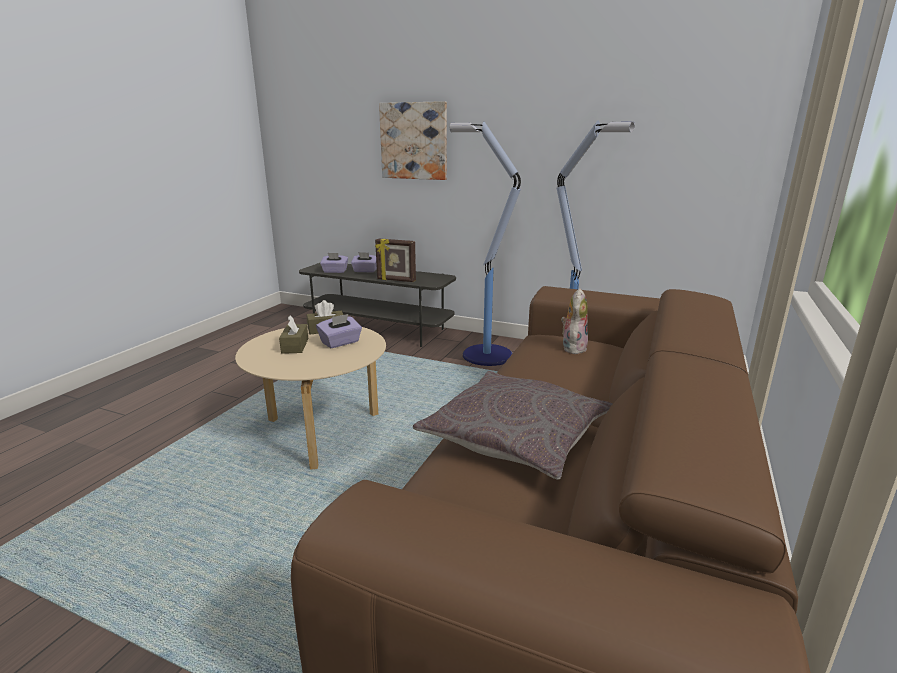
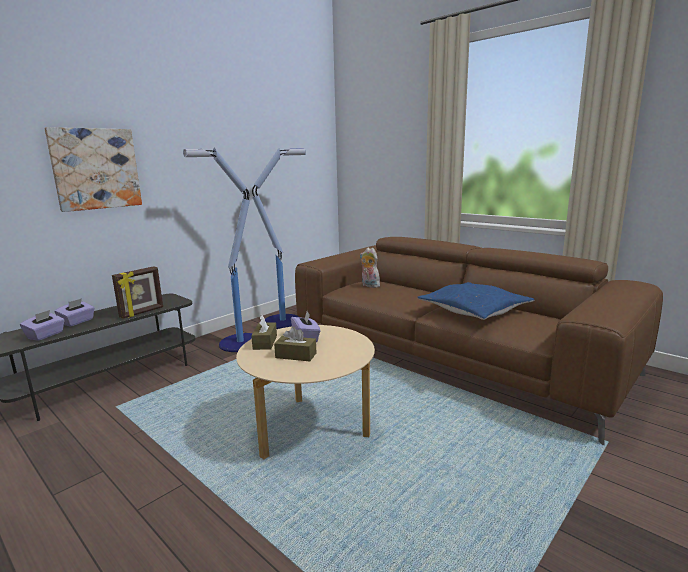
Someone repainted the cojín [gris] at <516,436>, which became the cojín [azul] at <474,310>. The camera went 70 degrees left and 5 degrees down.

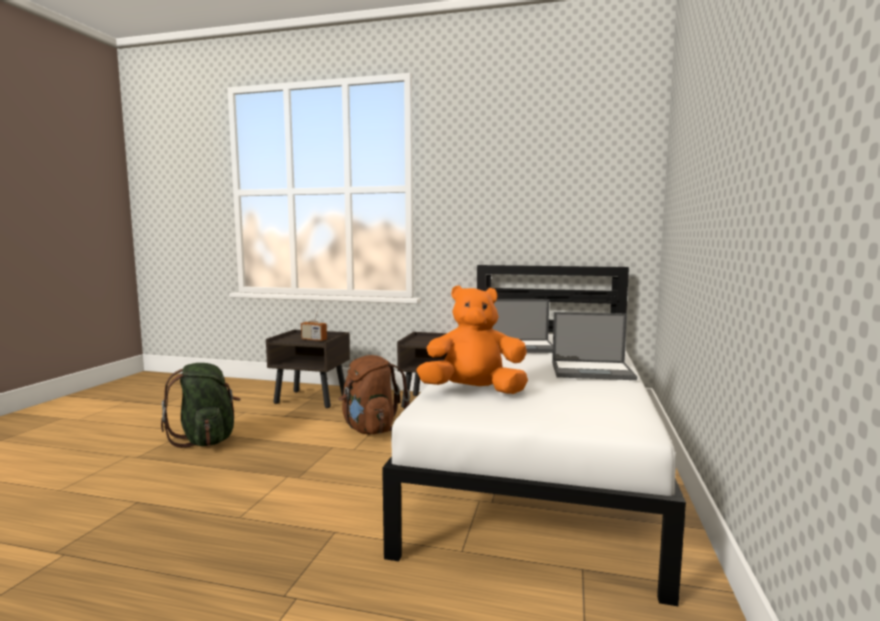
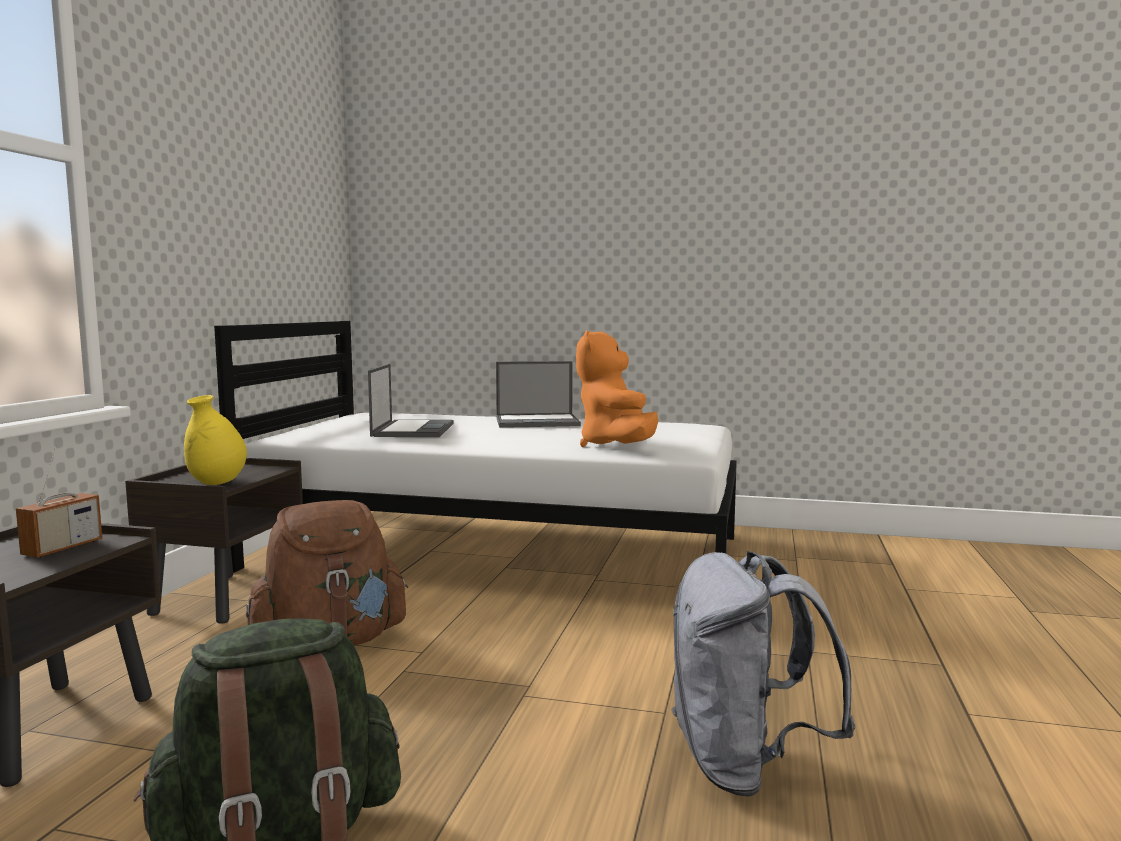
Someone put down the florero [amarillo] at <217,483>. Someone rotated the portátil at <593,371> by 75 degrees clockwise. Someone put down the mochila [gris] at <745,765>. The camera went 90 degrees left and 0 degrees up.

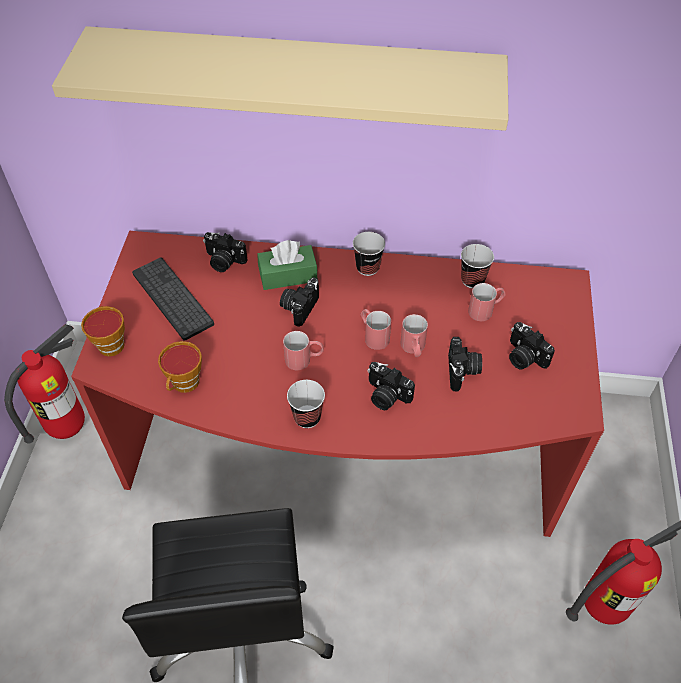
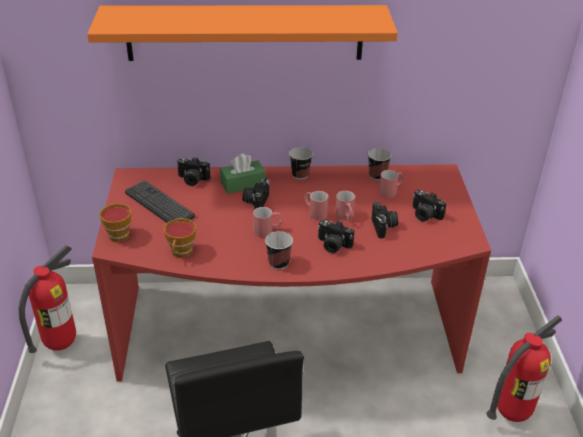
Someone repainted the estante [beis] at <294,78>, which became the estante [naranja] at <245,32>. The camera went 10 degrees left and 15 degrees down.

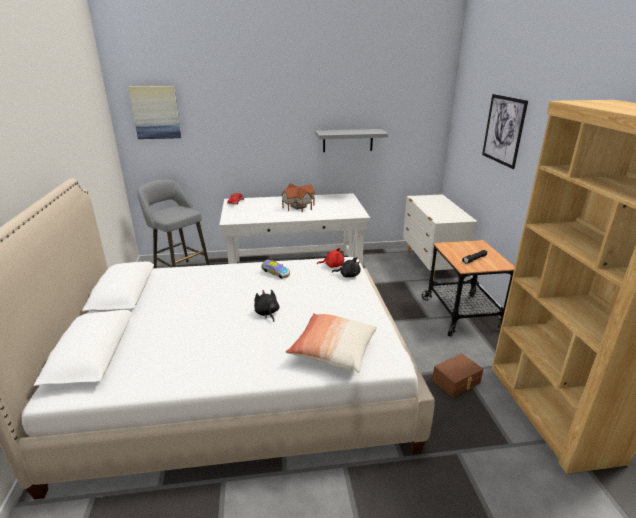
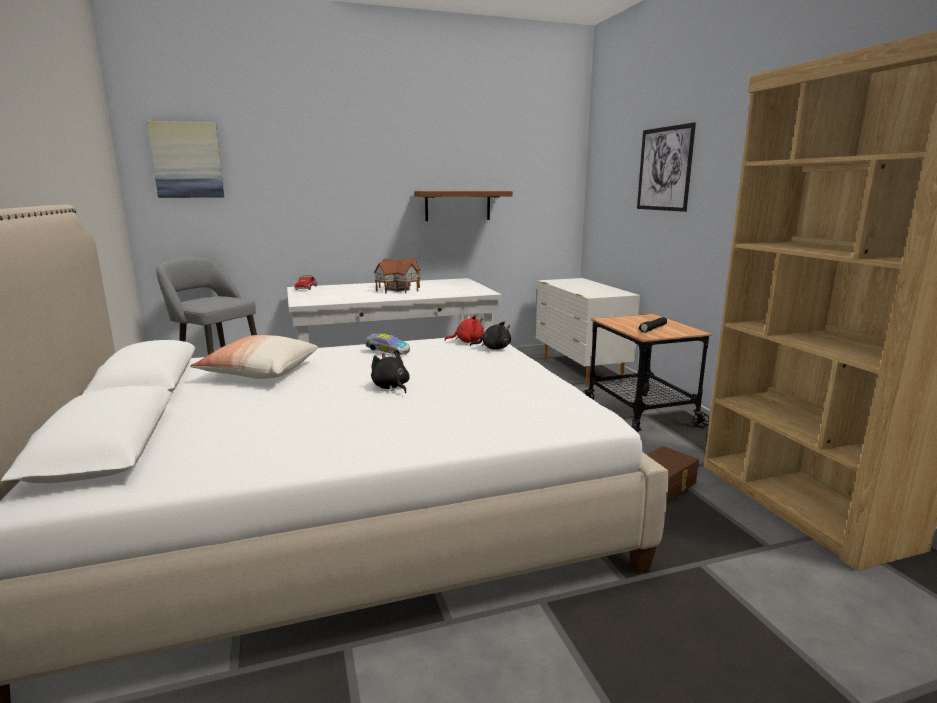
Someone carried the cojín from <333,351> to <260,373>. Someone repainted the estante [gris] at <348,140>, which became the estante [marrón] at <457,205>. The camera went 10 degrees left and 10 degrees down.

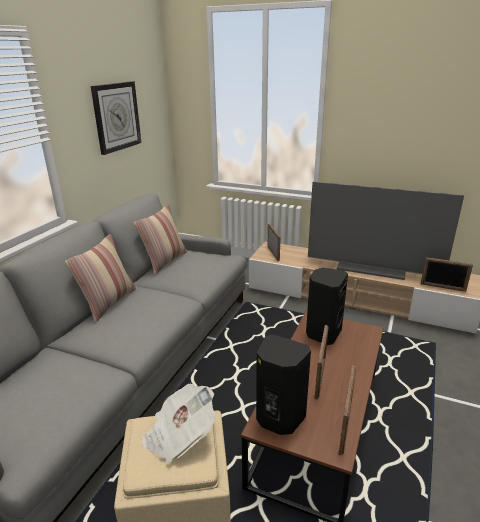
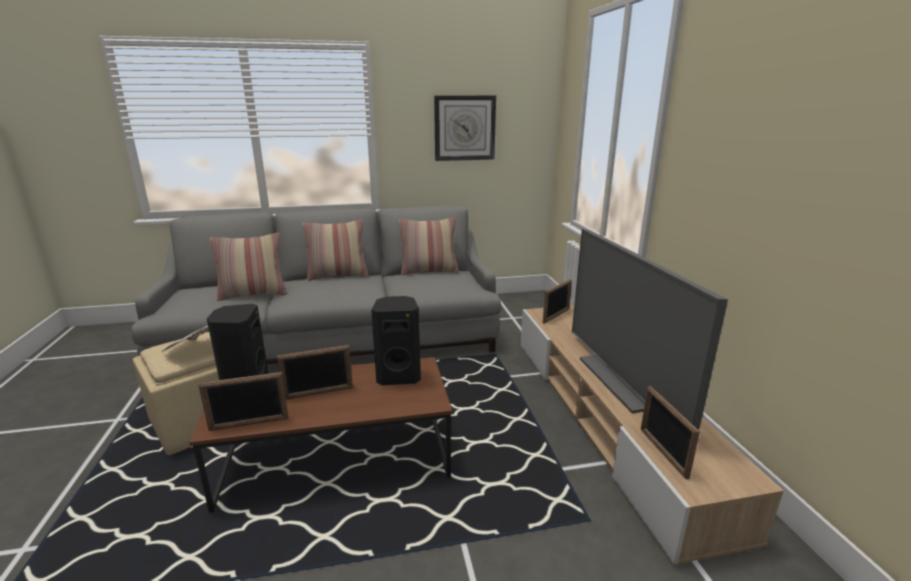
Someone put down the cojín at <253,294>. The camera went 55 degrees right and 5 degrees down.

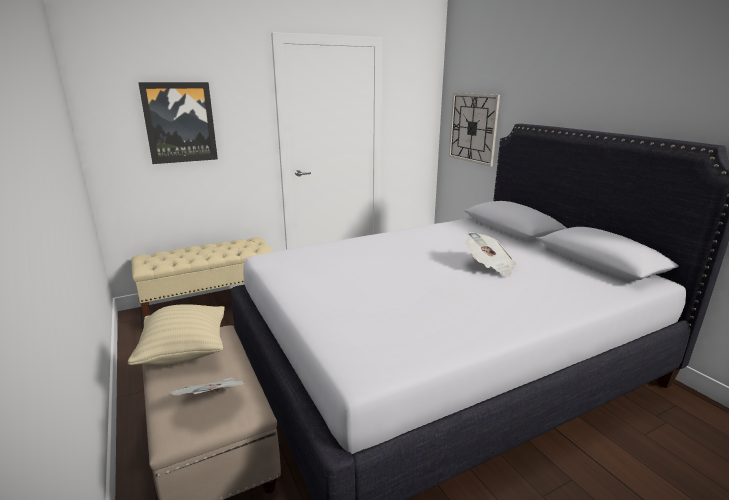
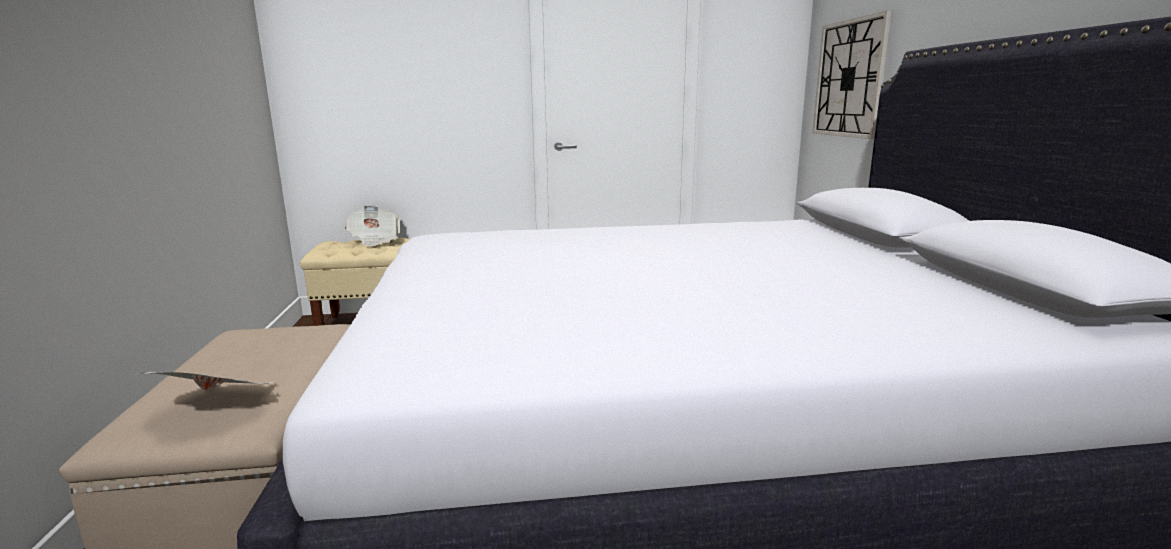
Someone carried the periódico from <489,266> to <374,240>. Someone took away the cojín [beis] at <184,352>. Someone took away the cuadro at <180,123>. The camera went 20 degrees right and 5 degrees down.

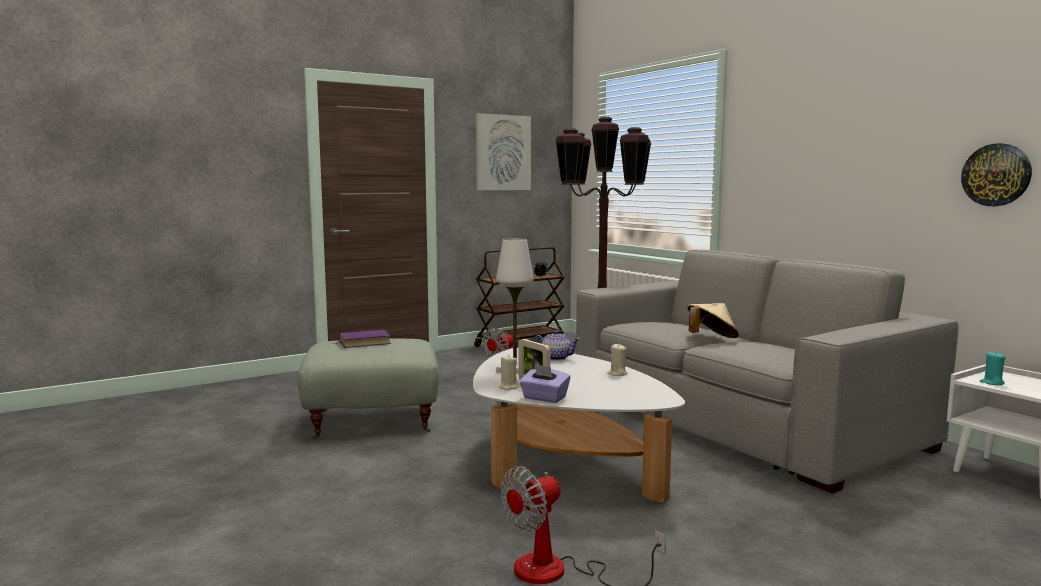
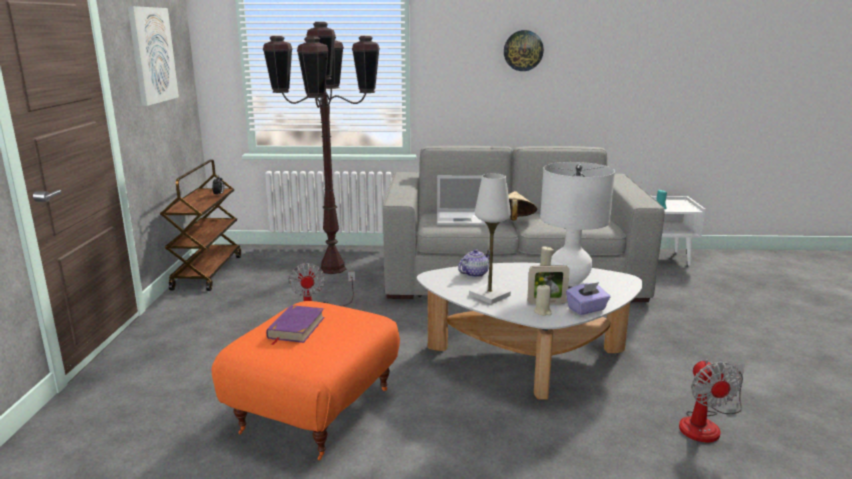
Someone repainted the puf [gris] at <373,421>, which became the puf [naranja] at <314,410>. Someone put down the portátil at <463,219>. Someone carried the reloj de pared from <996,175> to <523,50>. Someone put down the lámpara de mesa [blanco] at <569,286>. The camera went 55 degrees left and 10 degrees up.

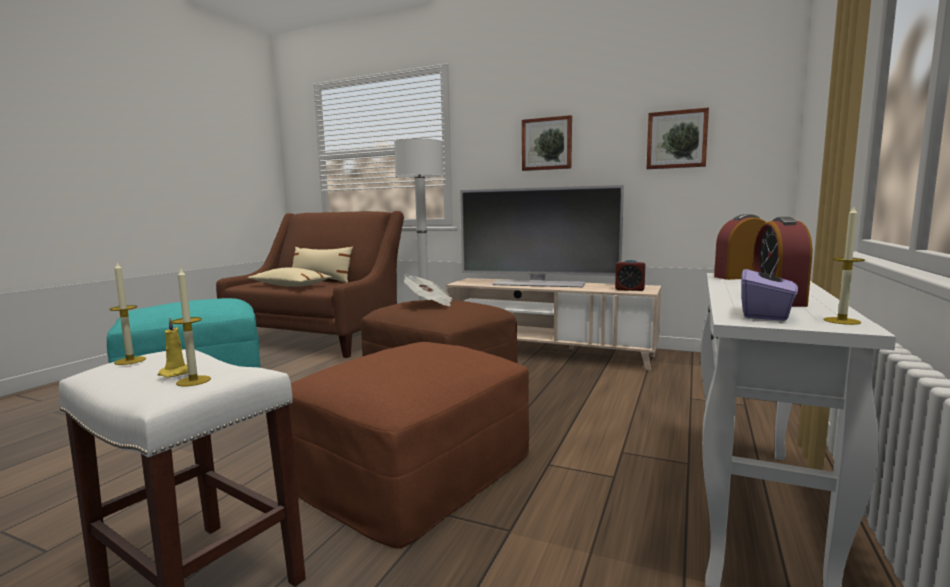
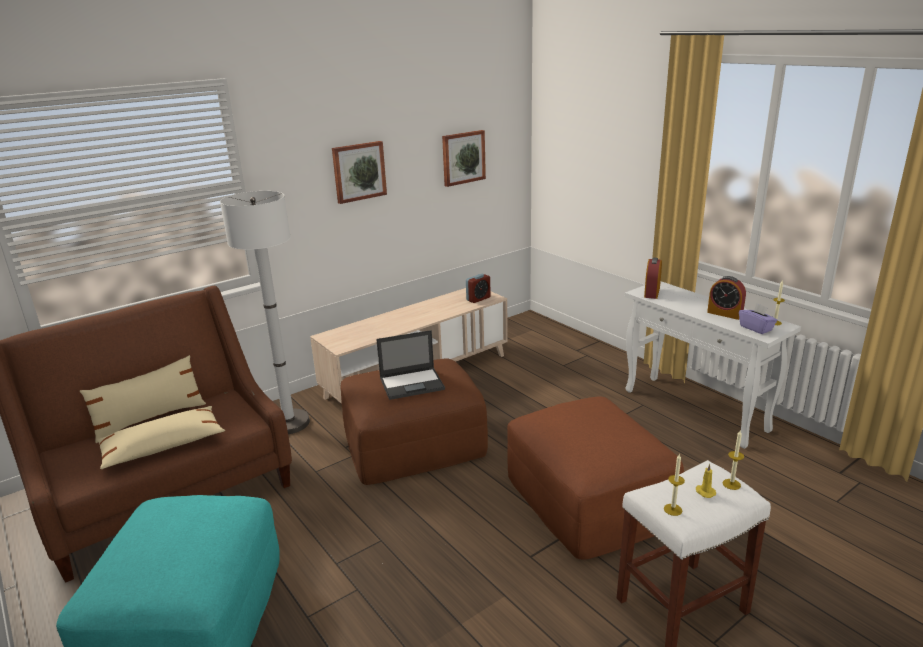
Someone swapped the periódico at <429,304> for the portátil at <412,383>. Someone took away the televisor at <539,284>. The camera went 60 degrees left and 15 degrees up.

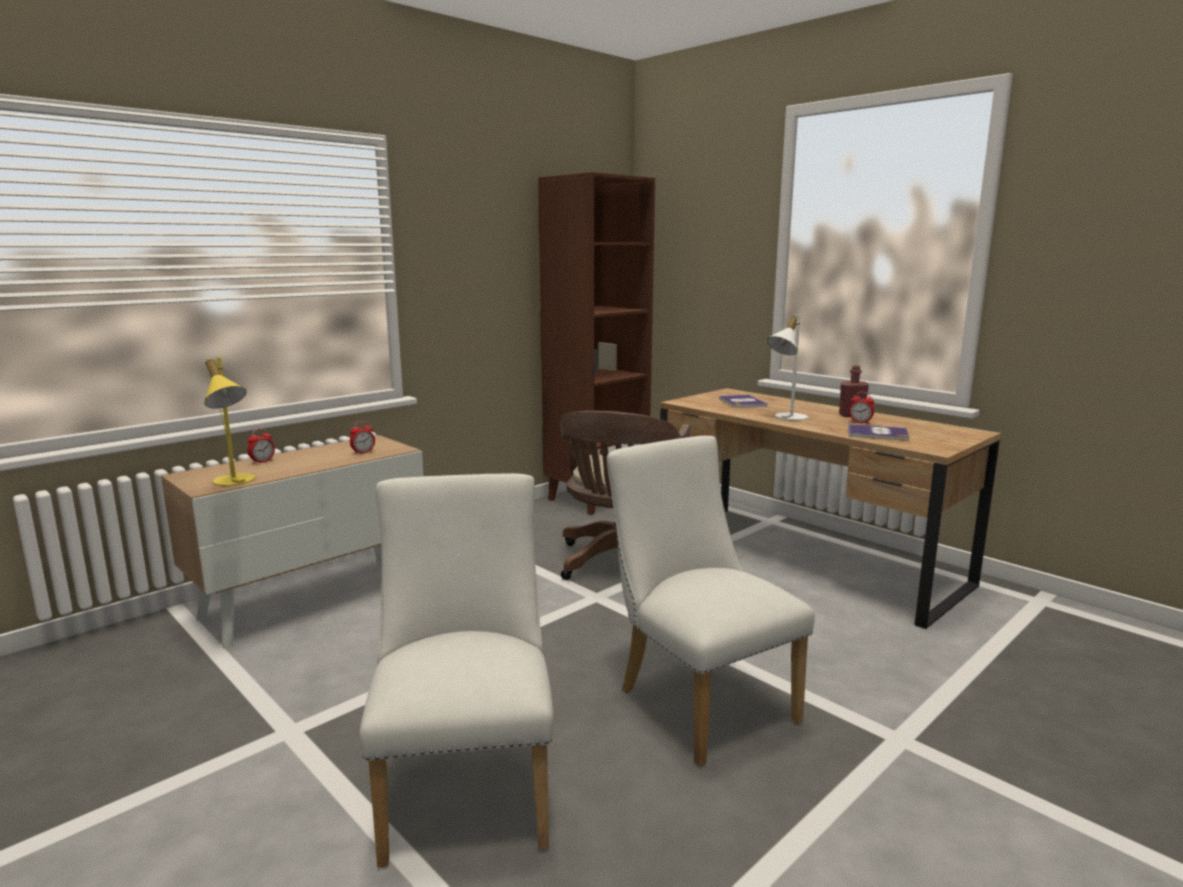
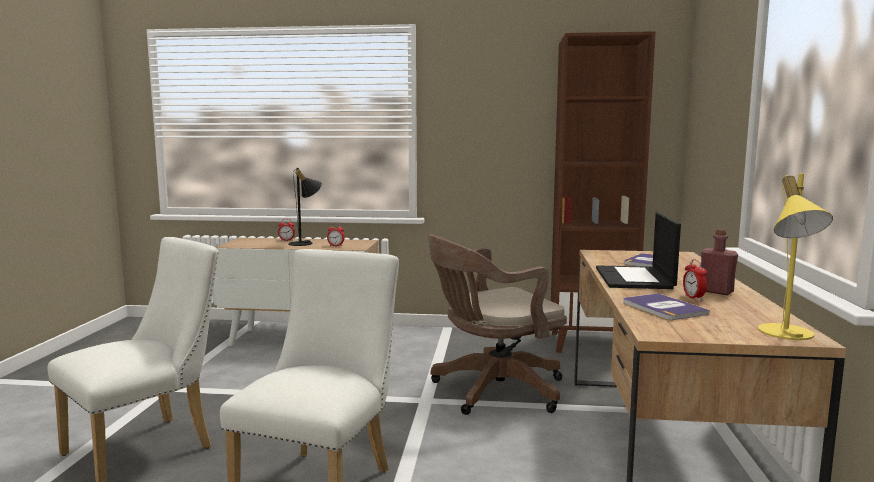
Someone put down the lámpara de mesa [negro] at <305,243>. Someone swapped the lámpara de mesa [blanco] at <786,417> for the portátil at <635,278>. Someone carried the lámpara de mesa [amarillo] from <234,482> to <787,335>. The camera went 50 degrees right and 5 degrees down.

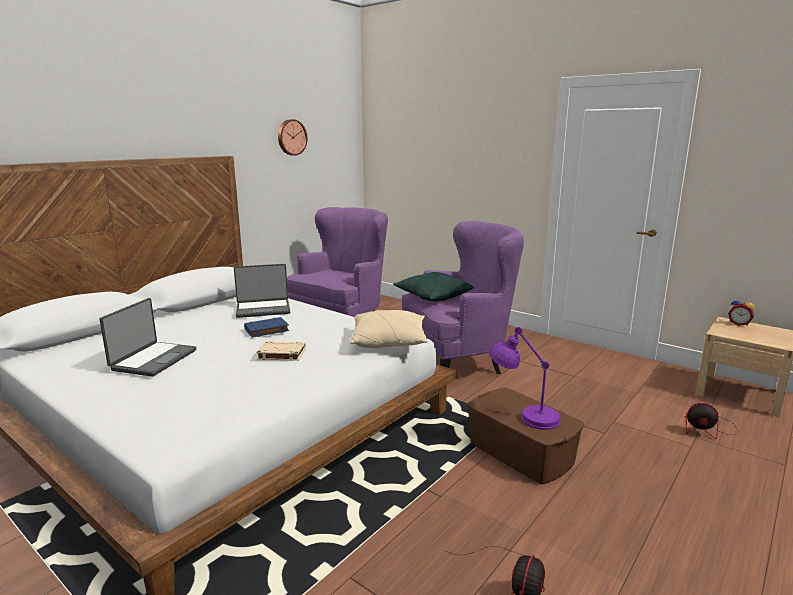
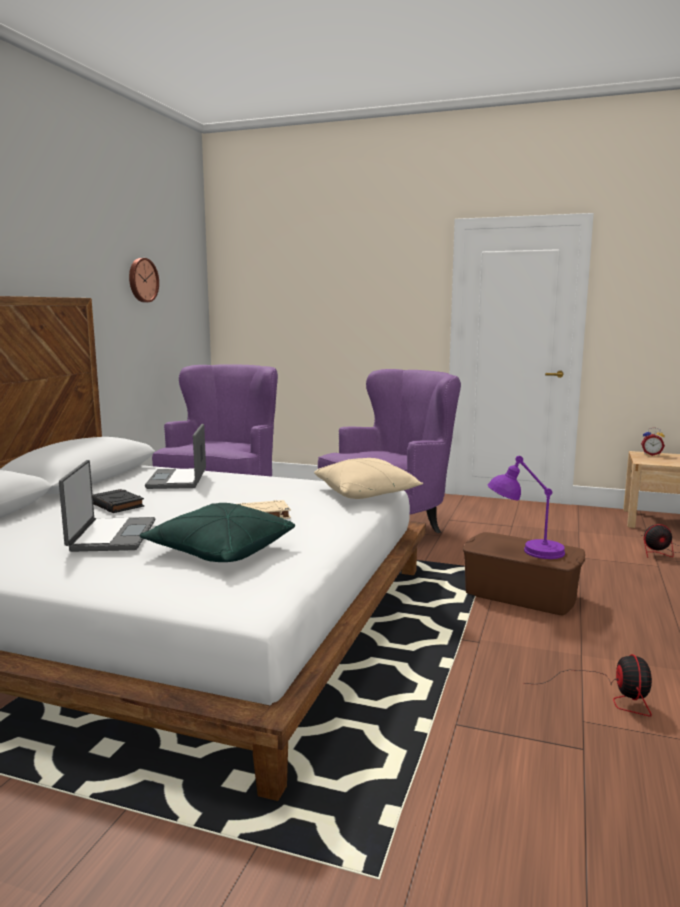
Someone put down the libro [negro] at <117,505>. Someone carried the cojín [verde] from <432,297> to <220,551>. Someone rotated the portátil at <263,309> by 120 degrees clockwise. Someone took away the libro [azul] at <266,330>. The camera went 20 degrees left and 5 degrees down.

